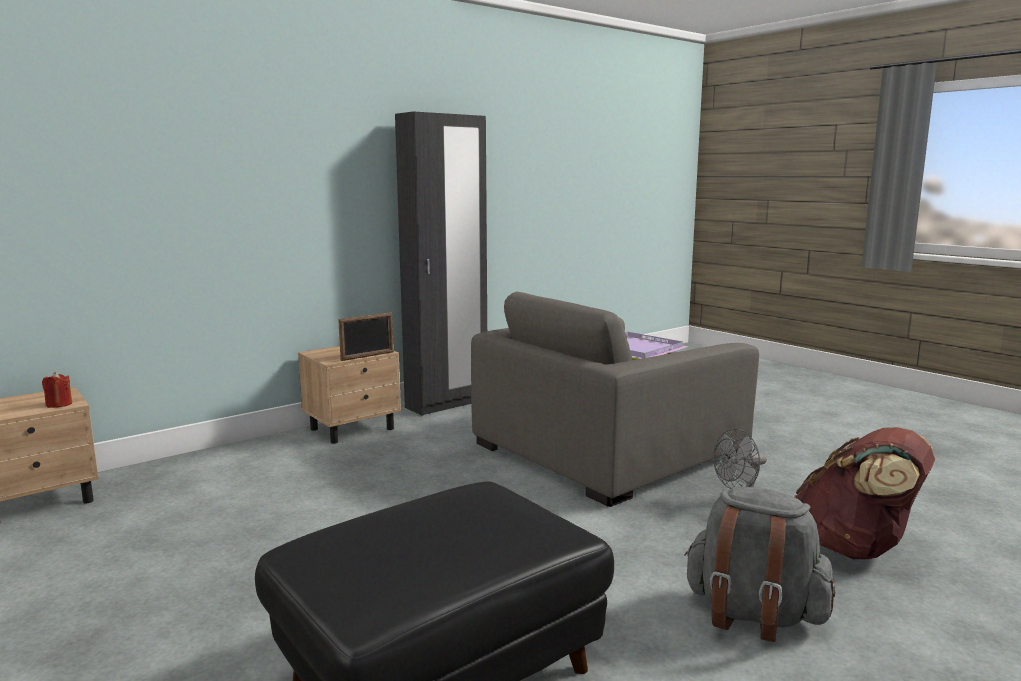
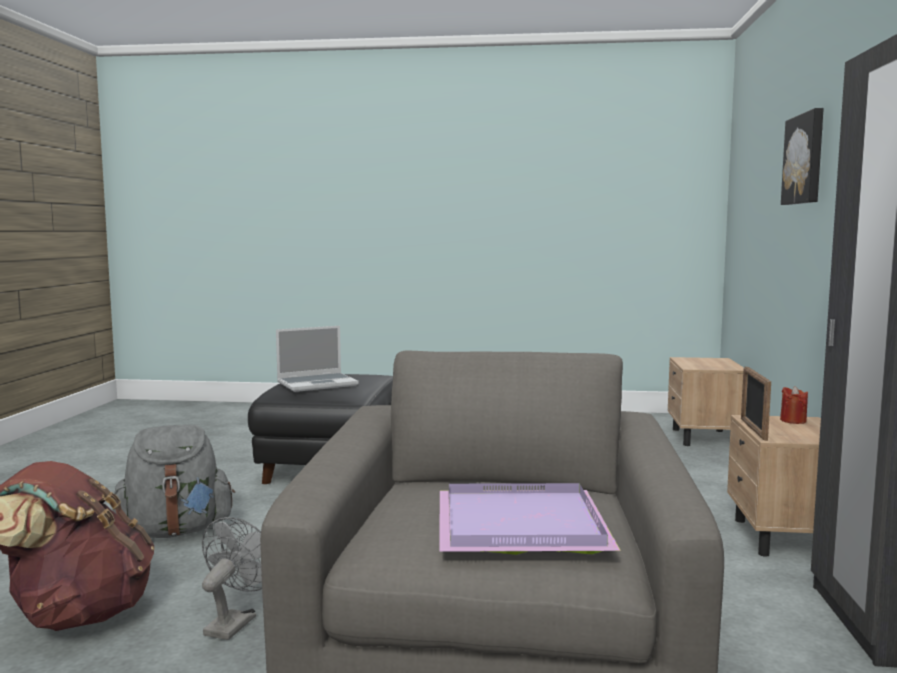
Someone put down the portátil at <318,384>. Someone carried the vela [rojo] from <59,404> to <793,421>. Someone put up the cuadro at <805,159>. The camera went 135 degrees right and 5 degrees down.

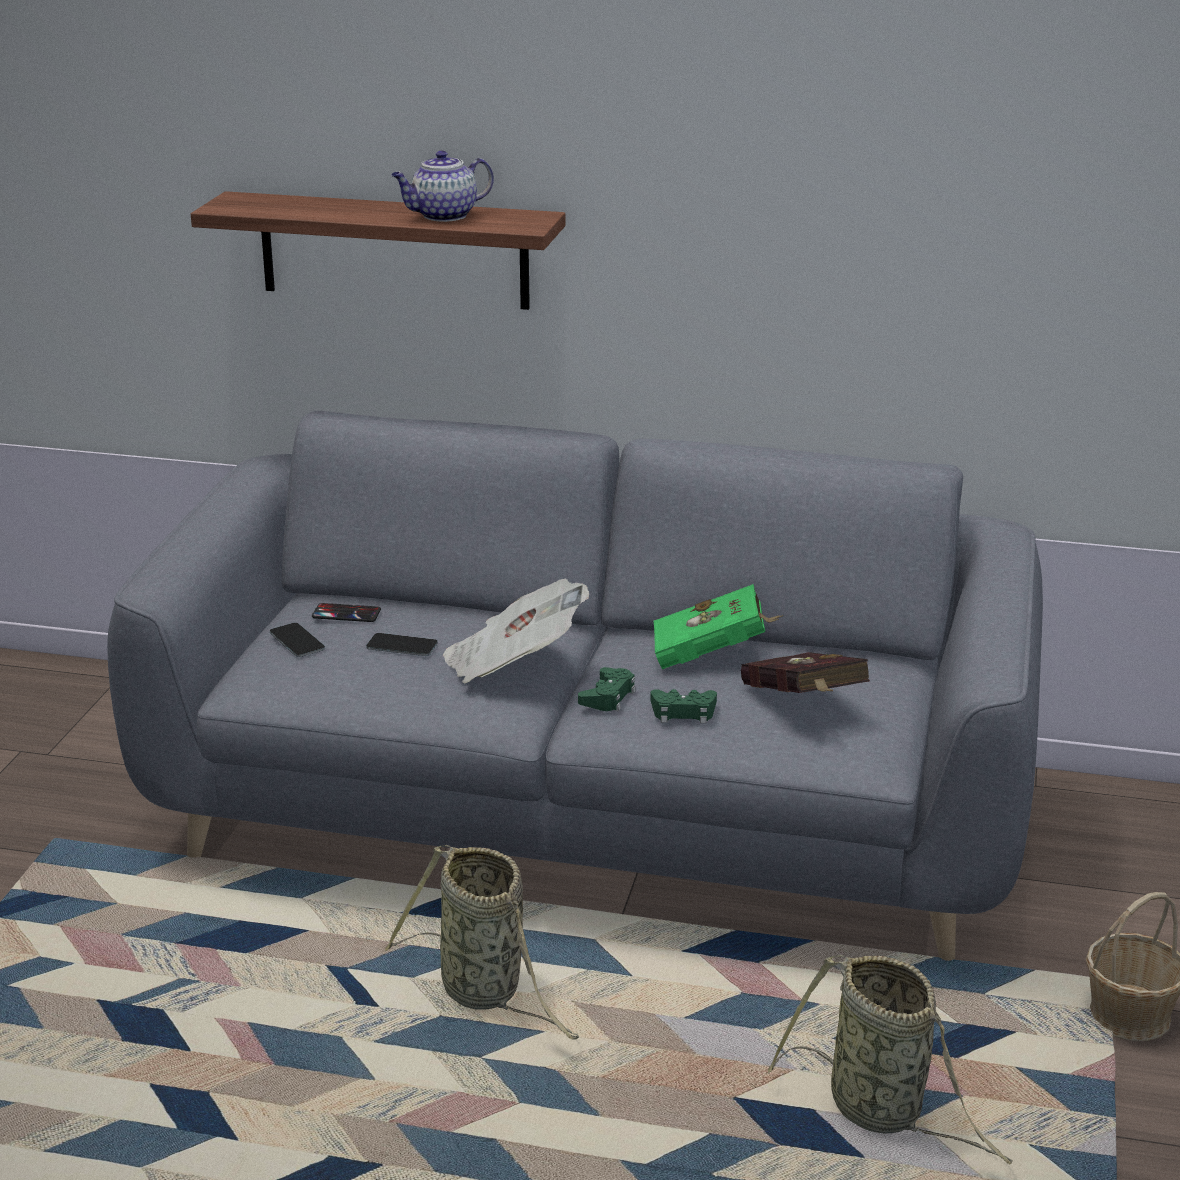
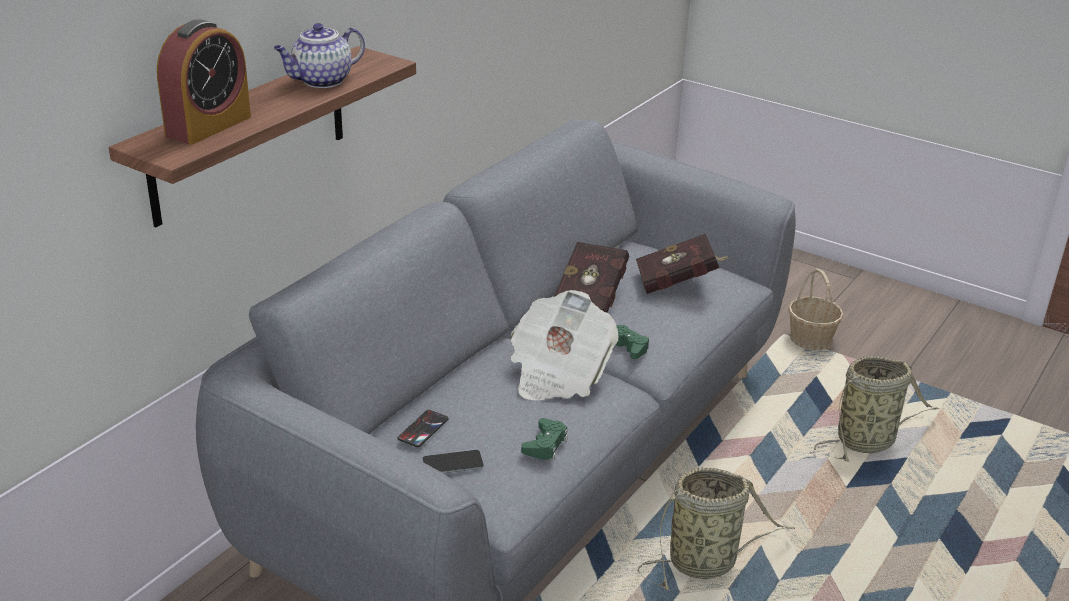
Someone put down the despertador at <208,126>. Someone rotated the tetera at <443,216> by 60 degrees clockwise. Someone carried the mando de consola [verde] from <683,712> to <545,445>. Someone repainted the libro [verde] at <713,656>, which became the libro [rojo] at <592,296>. Someone took away the móvil at <402,645>. The camera went 70 degrees left and 5 degrees up.

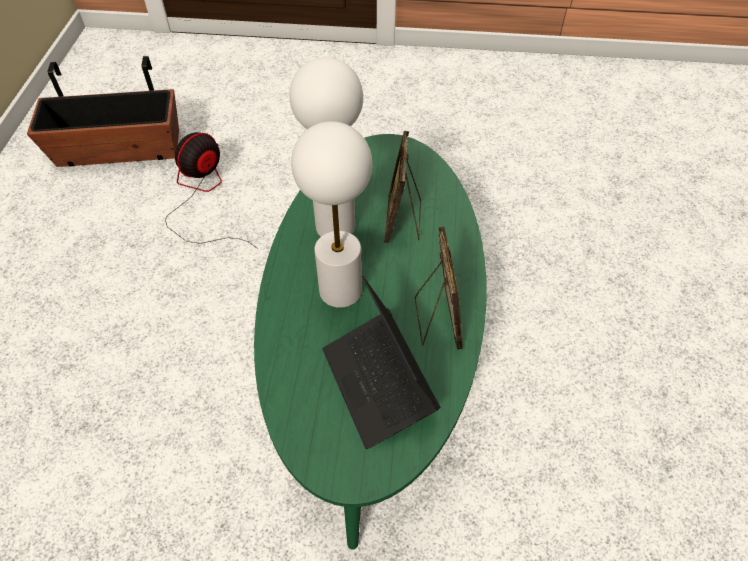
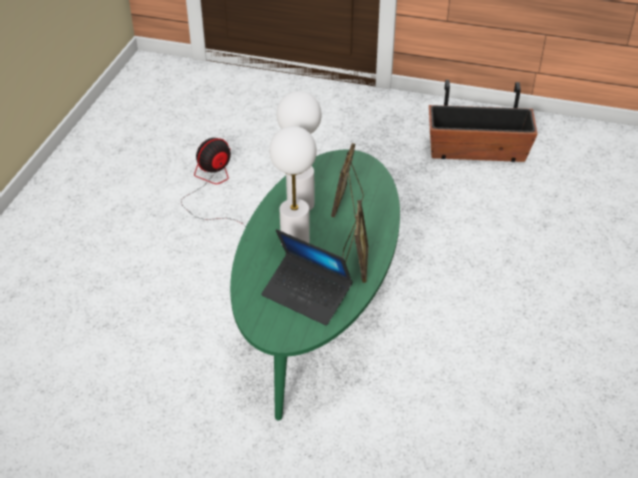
Someone rotated the portátil at <378,384> by 45 degrees counterclockwise. Someone carried the maceta from <119,149> to <477,150>. The camera went 10 degrees right and 10 degrees down.

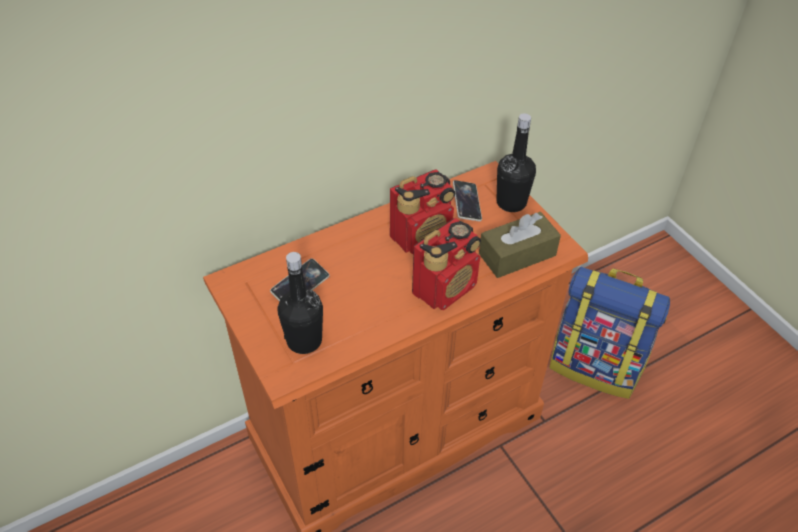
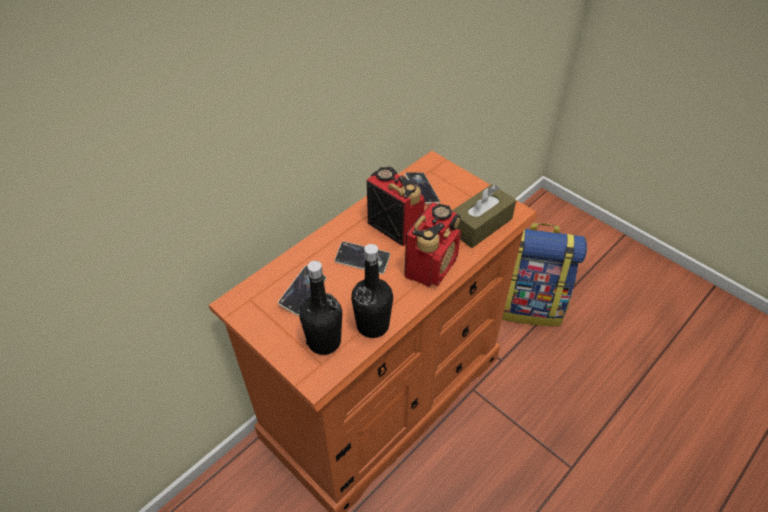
Someone put down the móvil at <362,260>. Someone carried the botella [negro] from <511,202> to <372,325>. Someone rotated the radio at <422,236> by 90 degrees counterclockwise. The camera went 15 degrees left and 0 degrees up.

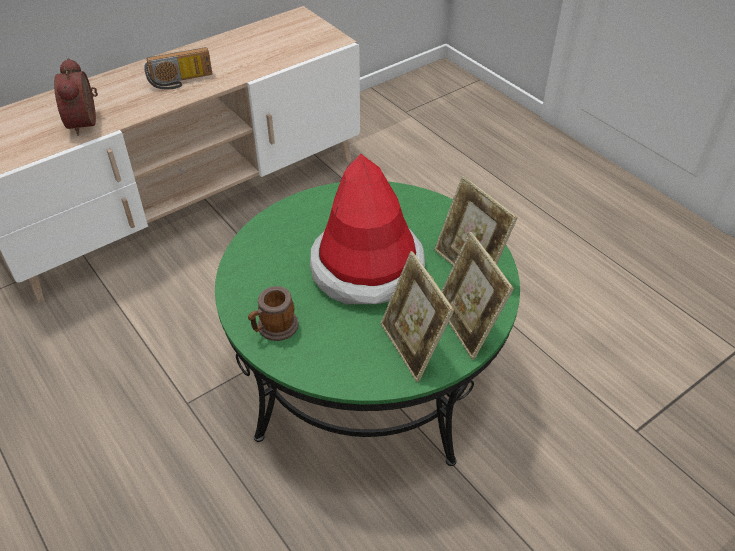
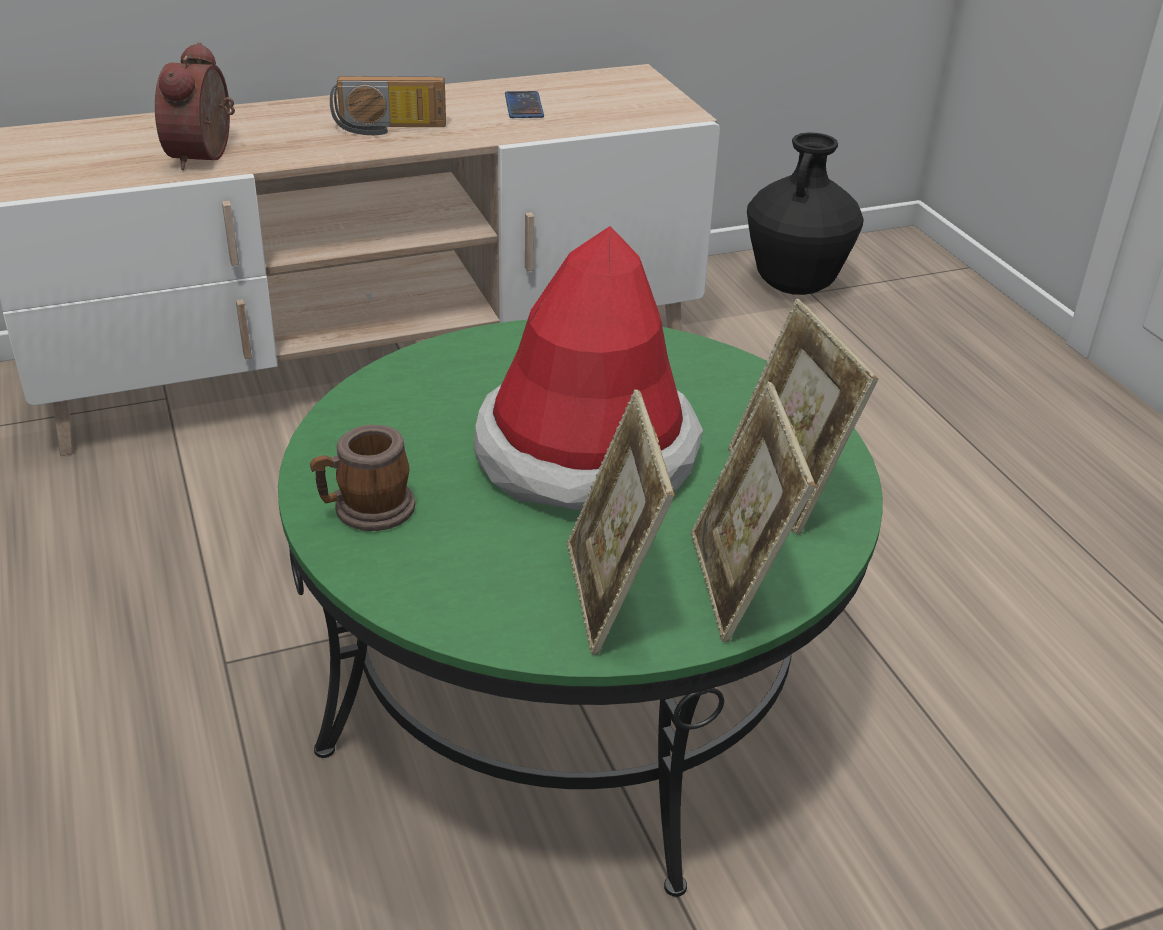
Someone put down the móvil at <524,106>. Someone put down the florero [negro] at <794,286>. The camera went 15 degrees right and 10 degrees down.

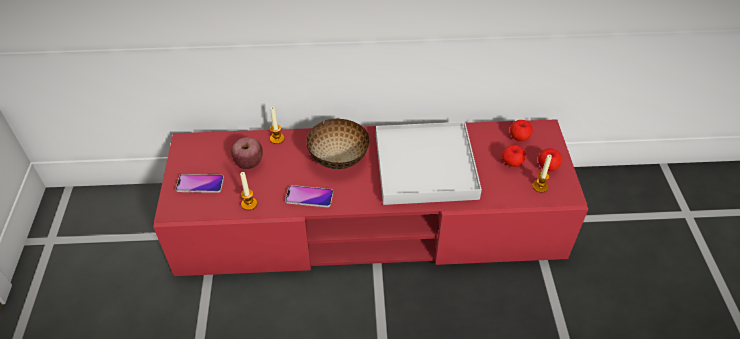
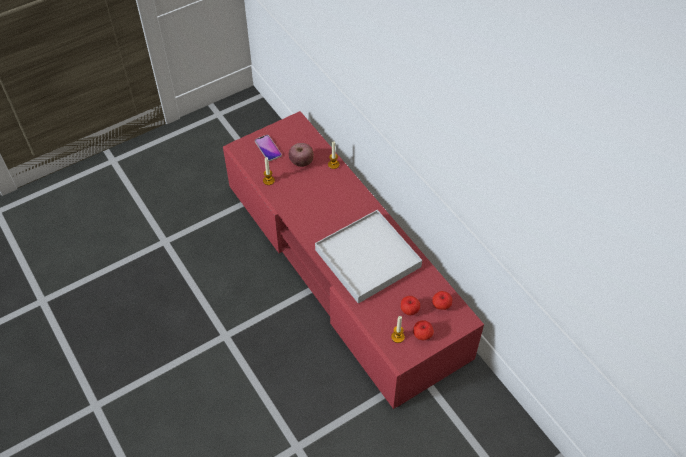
Someone took away the móvil at <309,197>. Someone took away the cuenco at <339,159>. The camera went 60 degrees right and 5 degrees up.

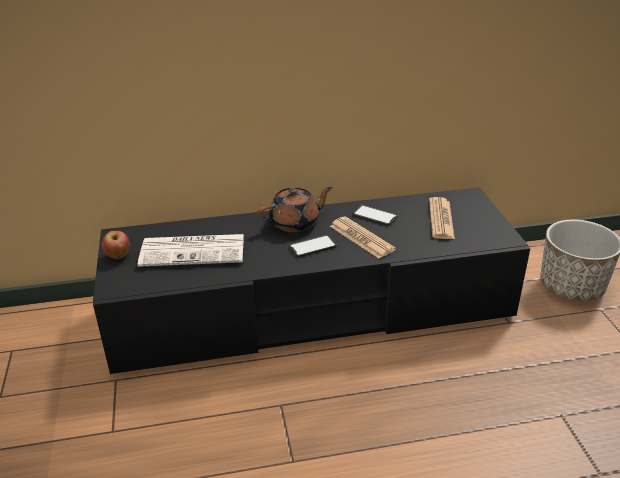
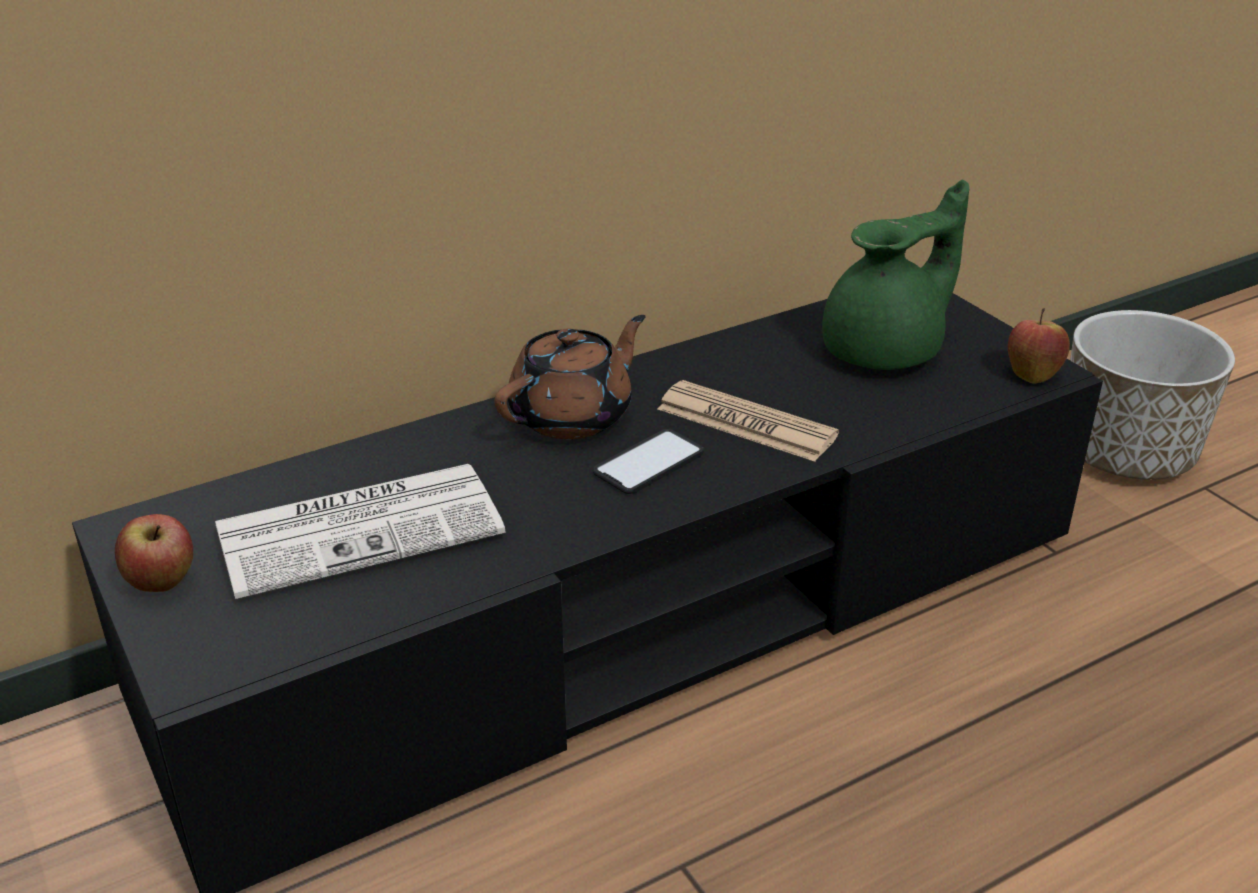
Someone swapped the periódico at <441,219> for the tetera [verde] at <887,351>. Someone put down the manzana at <1032,374>. Someone took away the móvil at <375,216>. The camera went 20 degrees left and 0 degrees up.

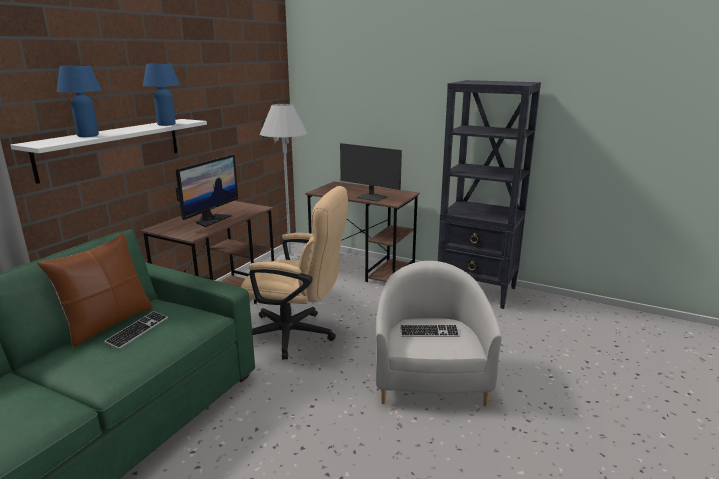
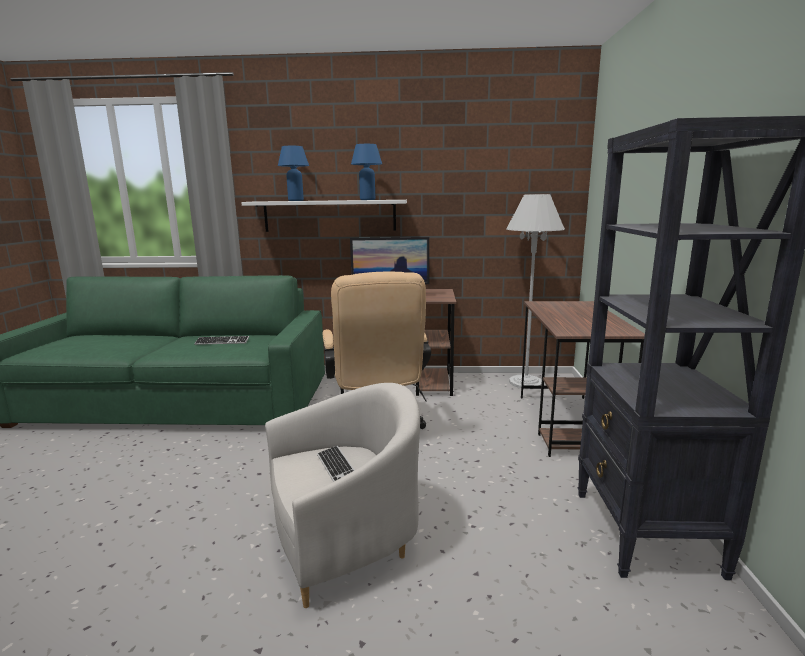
Someone took away the cojín [marrón] at <107,323>. Someone took away the monitor at <371,197>. The camera went 65 degrees right and 5 degrees down.

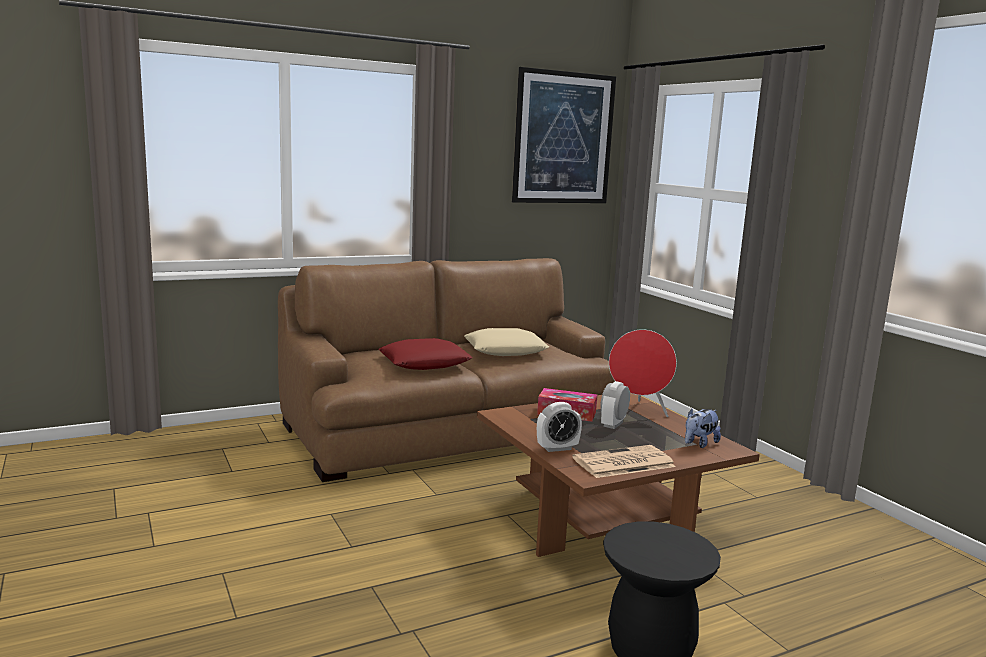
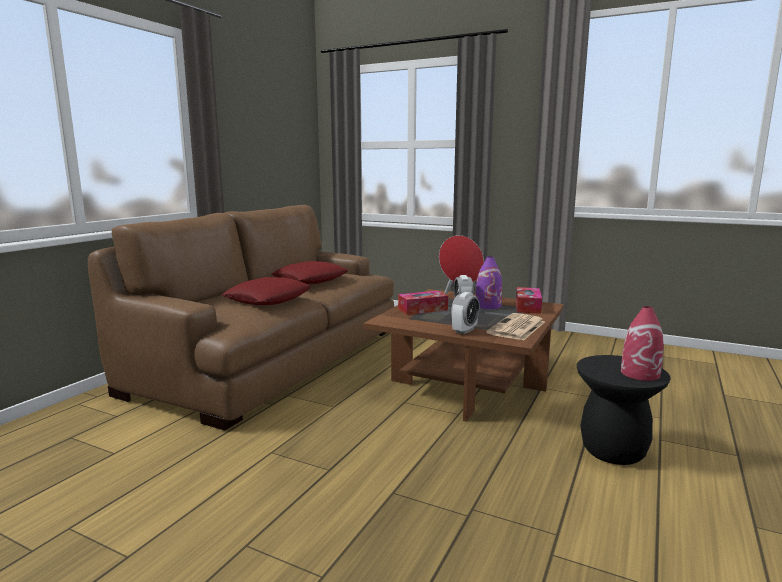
Someone repainted the cojín [beis] at <505,350>, which became the cojín [rojo] at <311,279>. Someone put down the florero [morado] at <488,306>. Someone swapped the peluche at <699,444> for the caja de pañuelos at <528,307>. Someone put down the florero [rojo] at <640,374>. Someone took away the cuadro at <563,138>. The camera went 35 degrees left and 0 degrees up.

